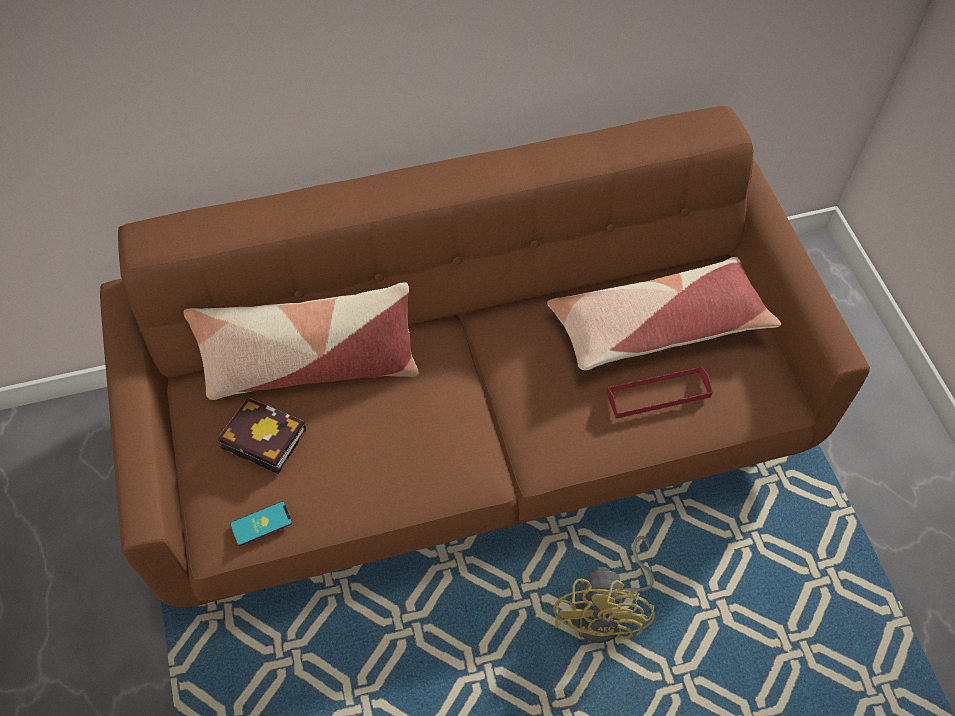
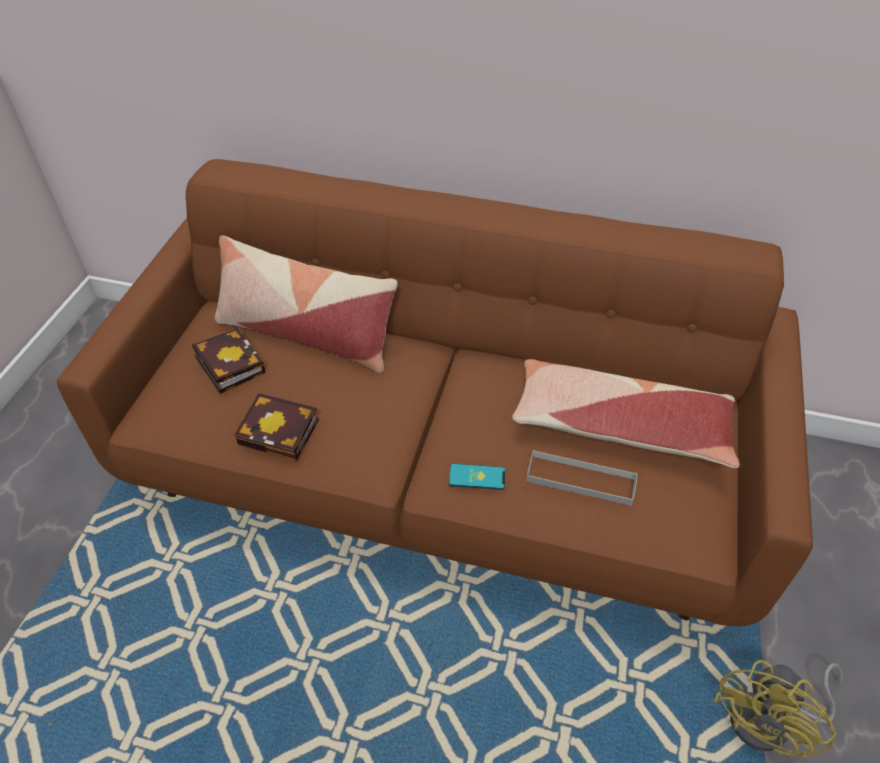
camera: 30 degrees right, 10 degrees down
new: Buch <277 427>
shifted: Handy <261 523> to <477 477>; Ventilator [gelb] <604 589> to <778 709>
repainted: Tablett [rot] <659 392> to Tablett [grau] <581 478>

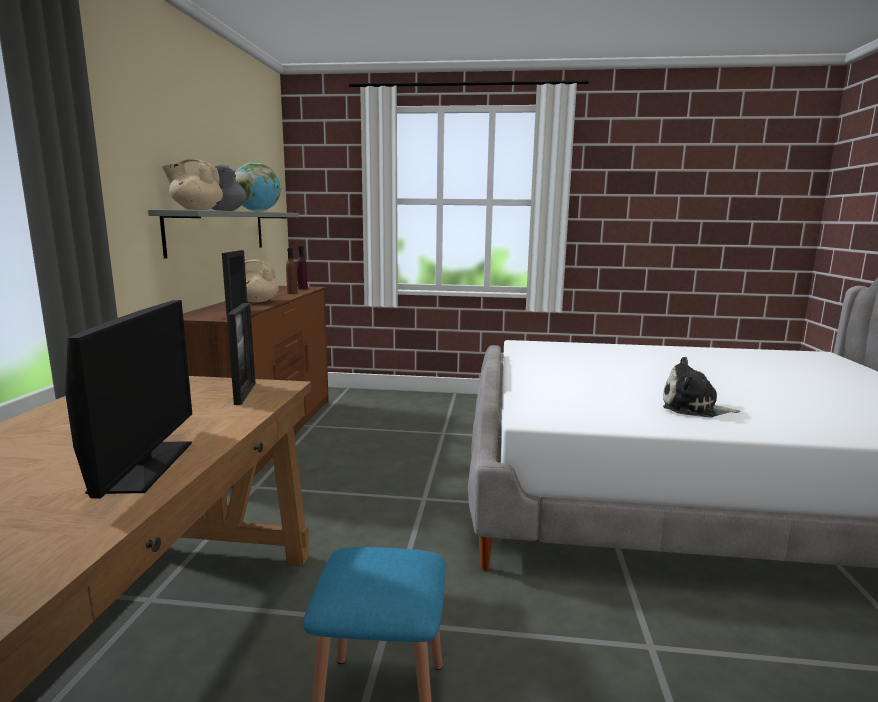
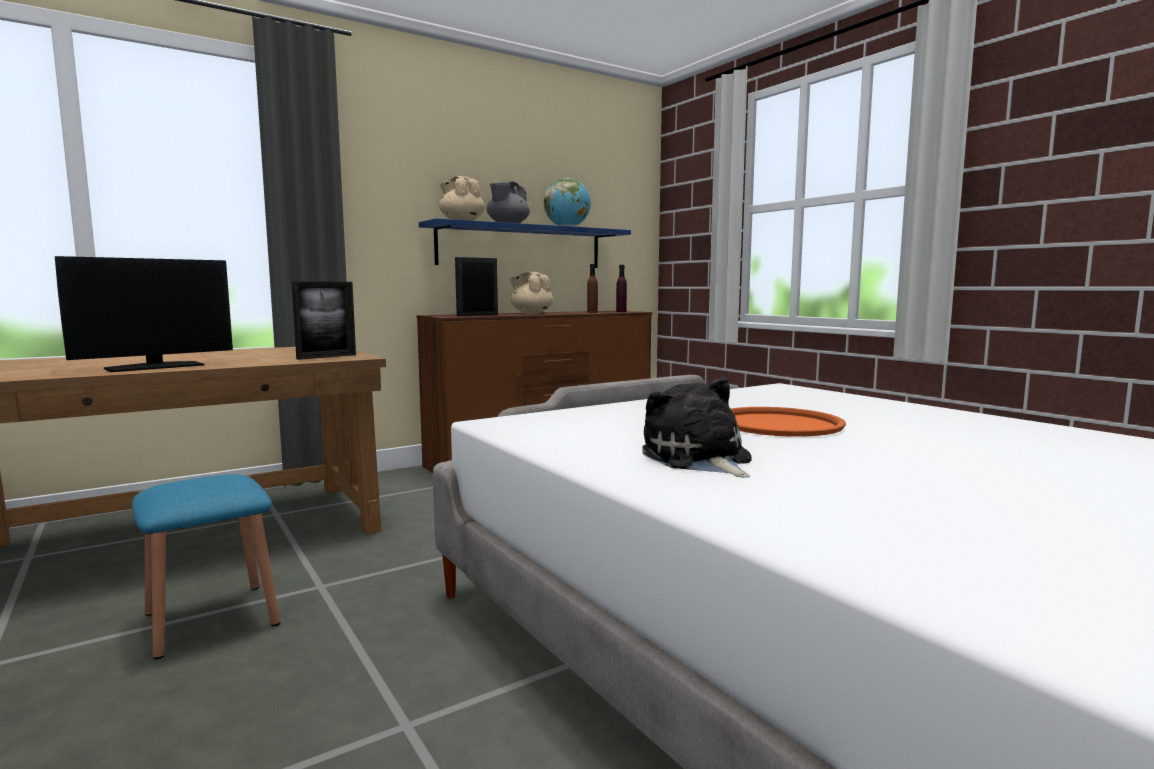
camera: 50 degrees right, 5 degrees down
new: Tablett [orange] <788 422>
repainted: Wandregal [grau] <223 234> to Wandregal [blau] <525 243>

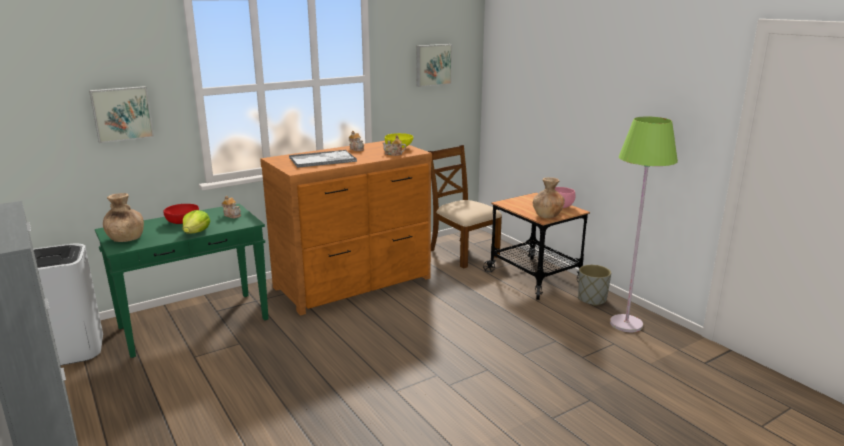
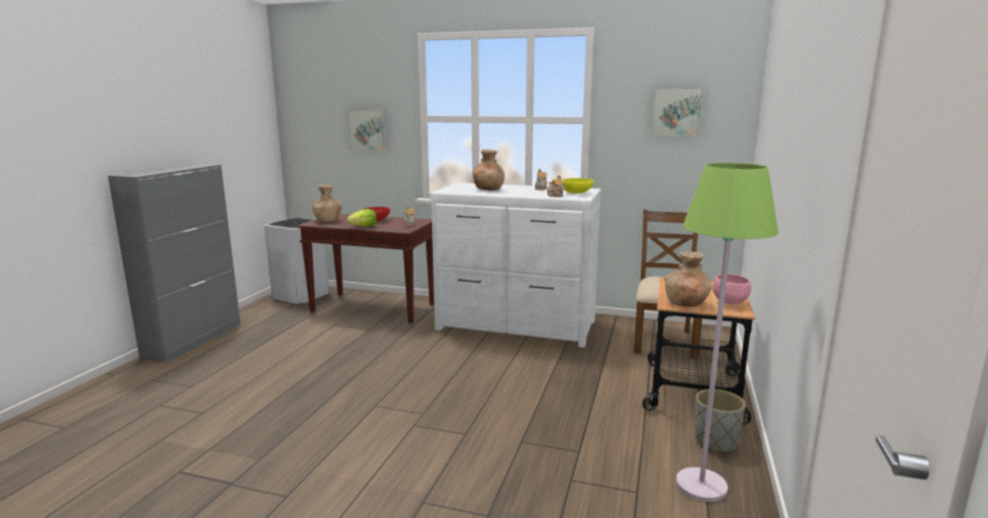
camera: 50 degrees right, 5 degrees down
swapped: Tablett <323 159> to Vase [braun] <489 170>
repainted: Konsolentisch [grün] <181 280> to Konsolentisch [braun] <365 269>; Kommode [braun] <346 228> to Kommode [weiß] <516 265>

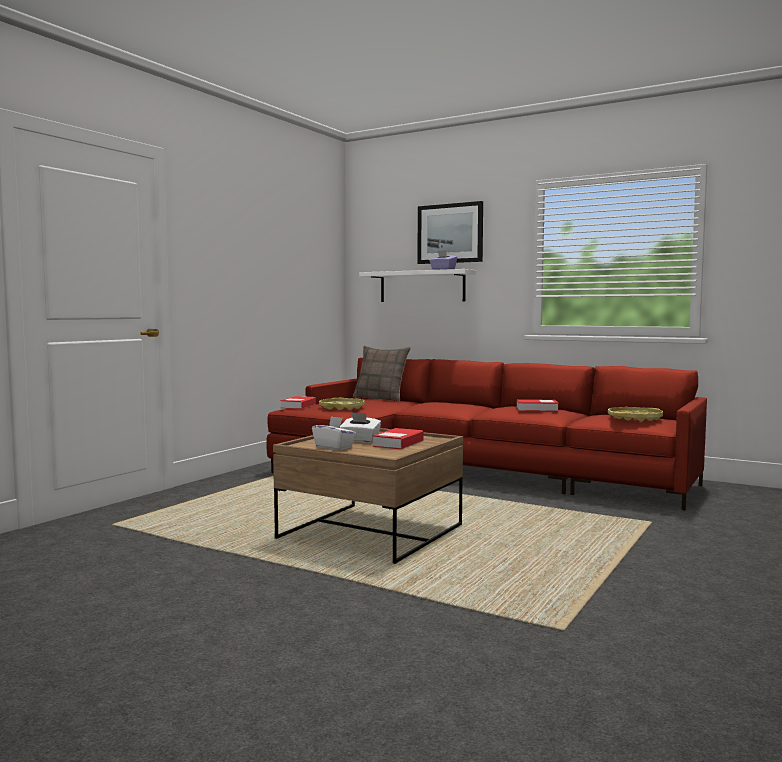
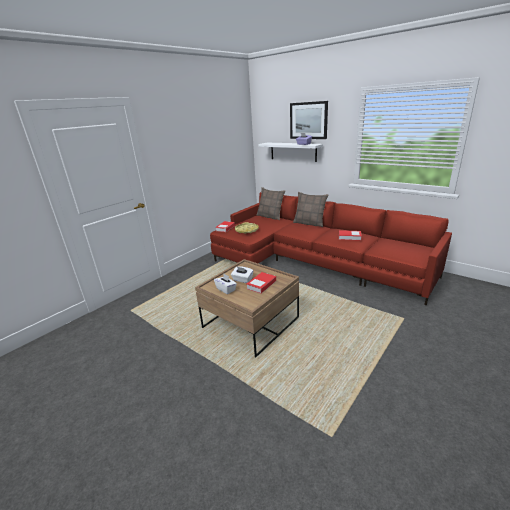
camera: 10 degrees right, 20 degrees up
gone: Tablett [gelb] <635 414>
new: Kissen <310 209>

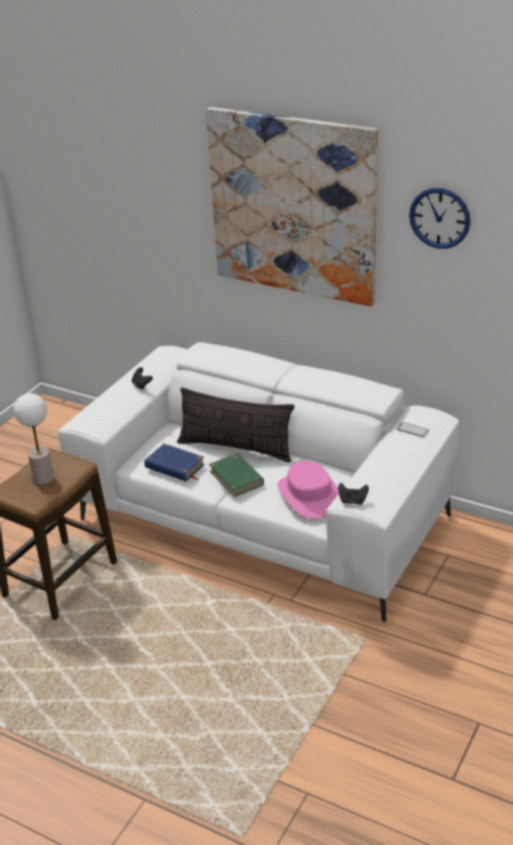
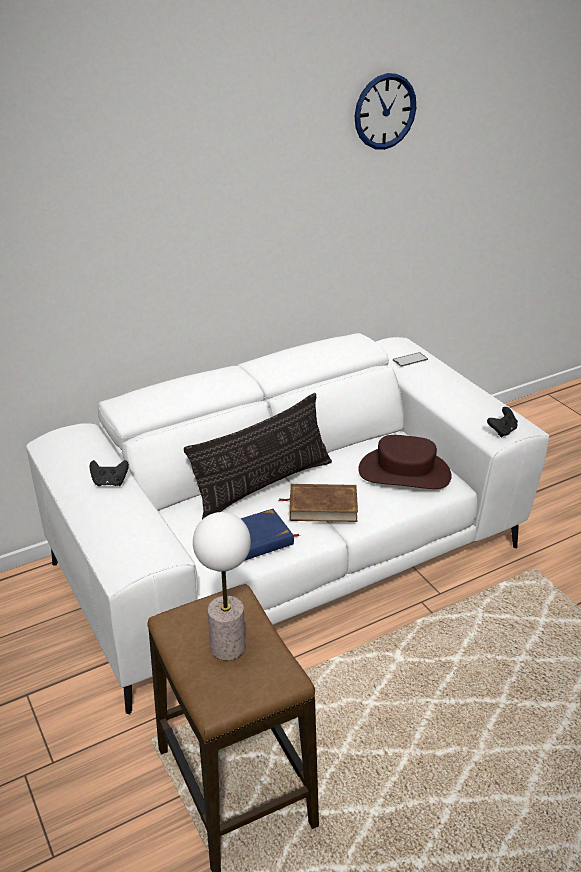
camera: 60 degrees left, 0 degrees up
gone: Bild <292 206>
repainted: Buch [grün] <236 475> to Buch [braun] <318 503>; Hut [rosa] <308 490> to Hut [braun] <405 462>

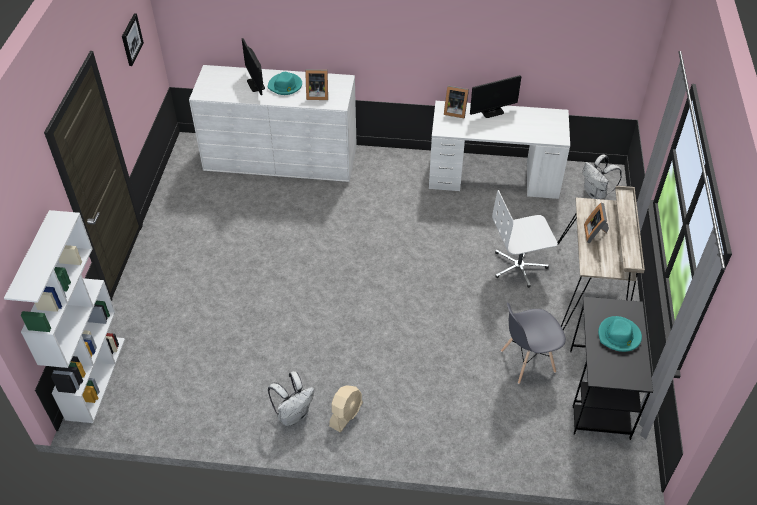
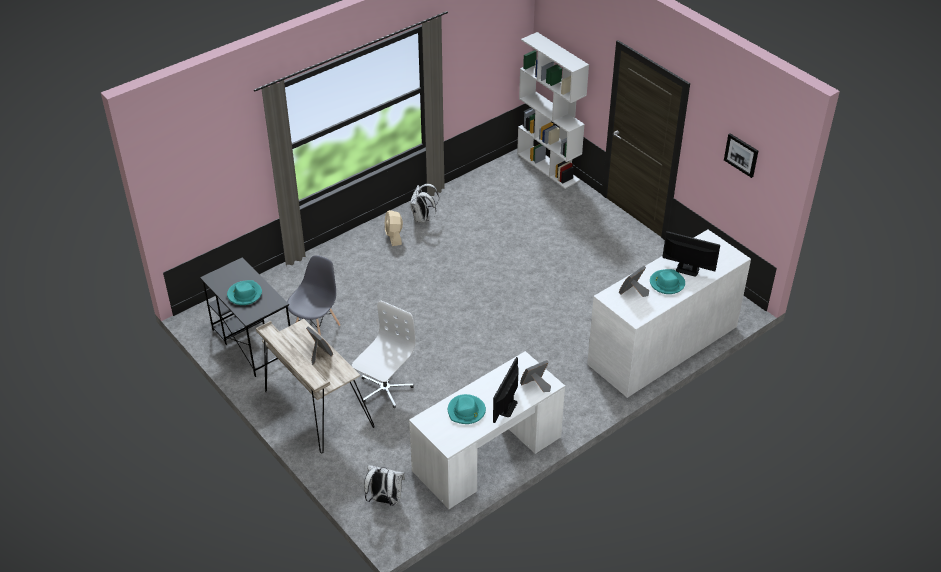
camera: 135 degrees right, 5 degrees down
new: Hut [türkis] <467 409>

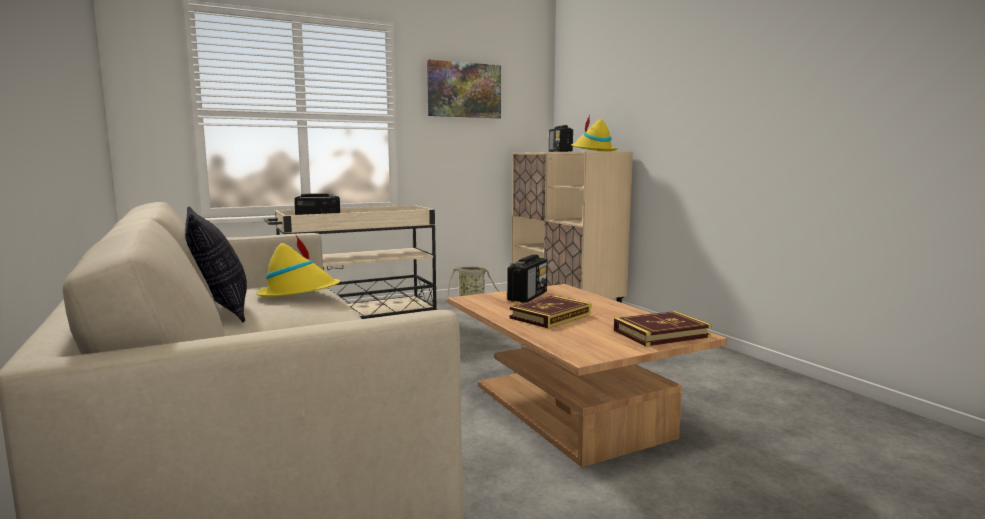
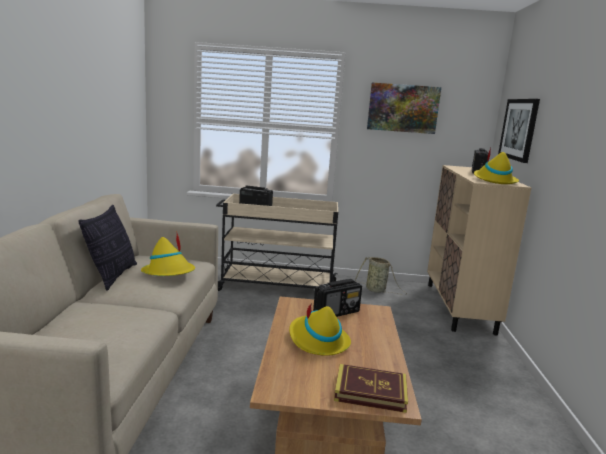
camera: 30 degrees right, 5 degrees up
new: Bild <519 131>
swapped: Buch <550 311> to Hut [gelb] <320 330>

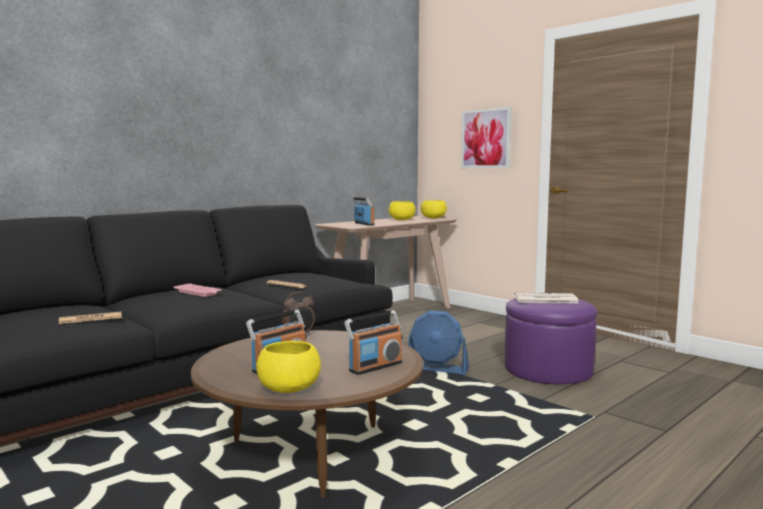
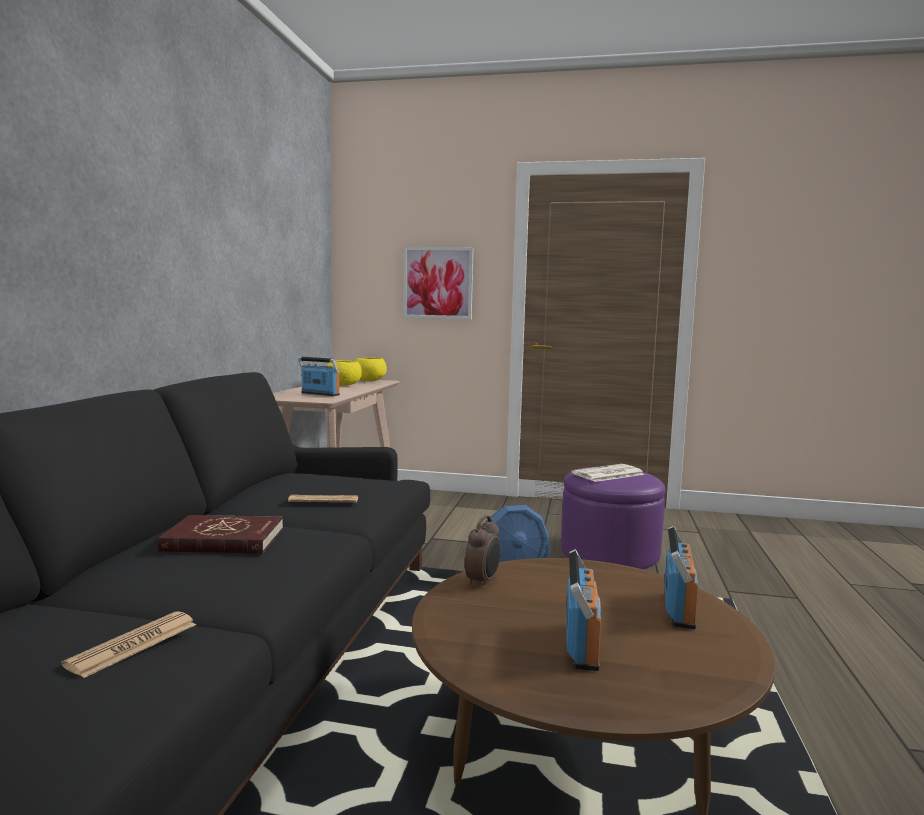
camera: 35 degrees left, 0 degrees up
gone: Schüssel [gelb] <288 367>
swapped: Tablett [rosa] <198 290> to Buch [rot] <220 534>

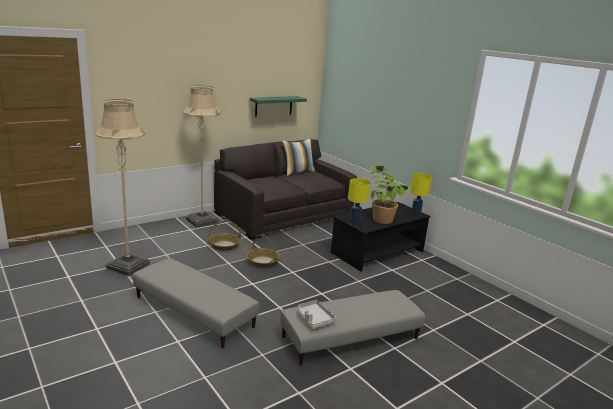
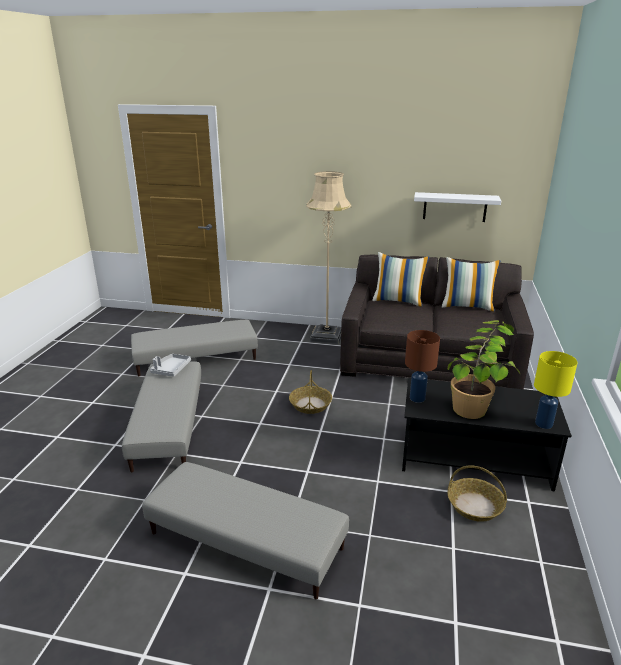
camera: 50 degrees right, 5 degrees up
new: Kissen <400 279>
shifted: Korb <225 235> to <477 493>; Tablett [grau] <317 314> to <170 365>
swapped: Stehlampe [beige] <122 187> to Polsterhocker [grau] <194 348>
repainted: Wandregal [grün] <278 106> to Wandregal [weiß] <457 207>; Tischlampe [gelb] <359 201> to Tischlampe [braun] <422 366>

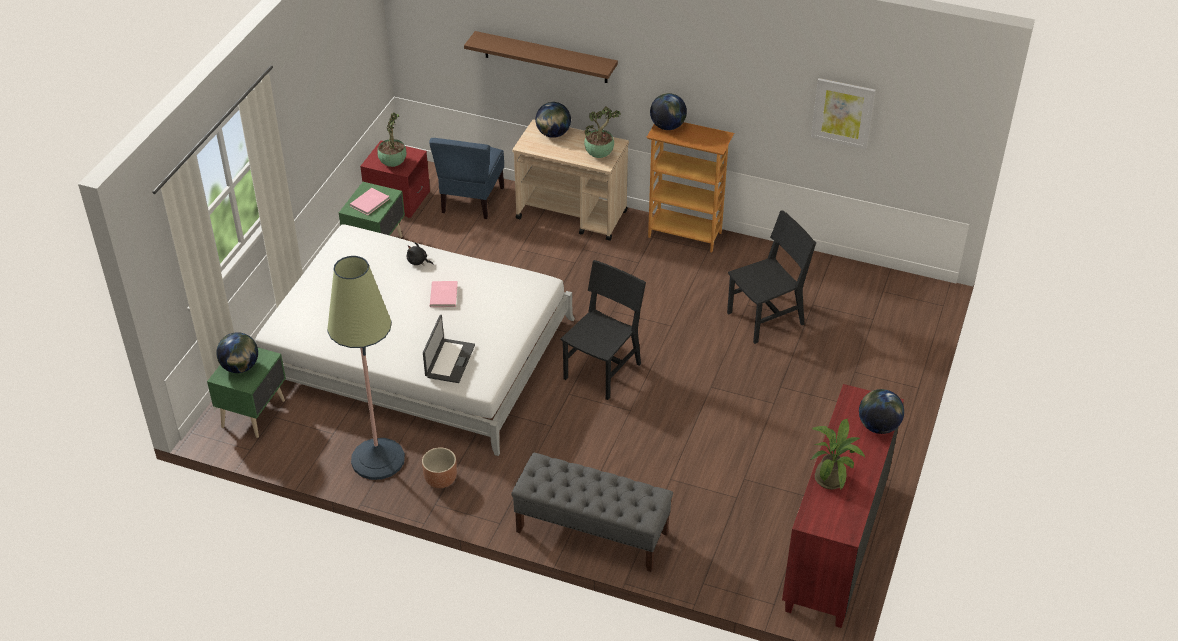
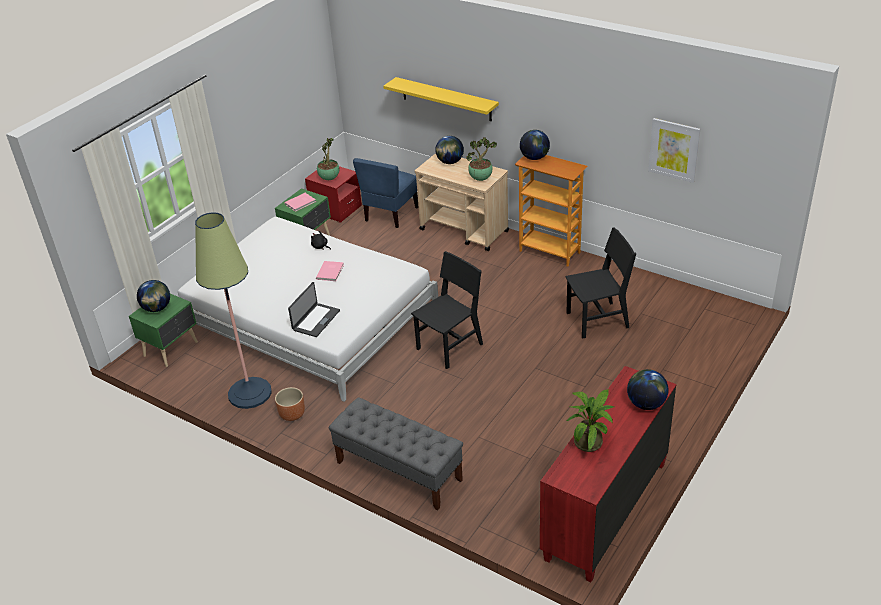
camera: 15 degrees right, 5 degrees down
repainted: Wandregal [braun] <541 57> to Wandregal [gelb] <441 99>

